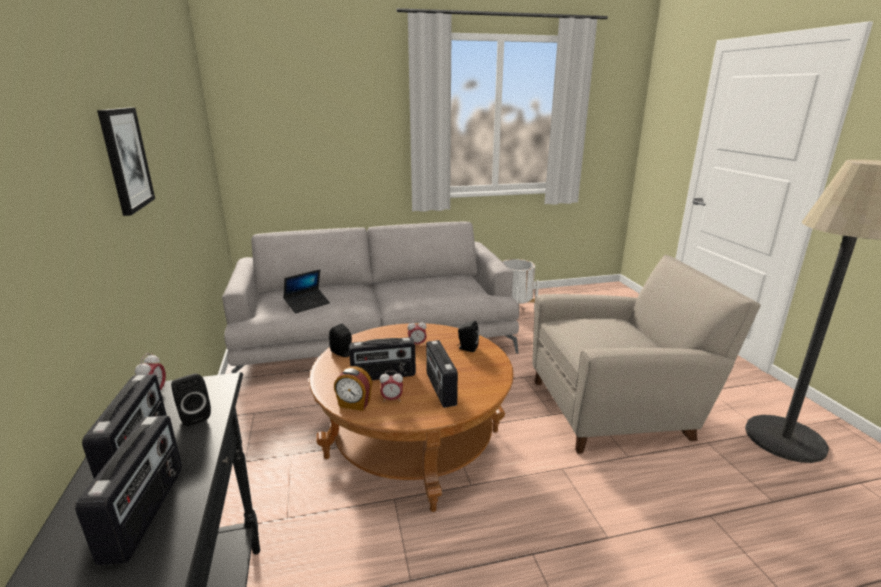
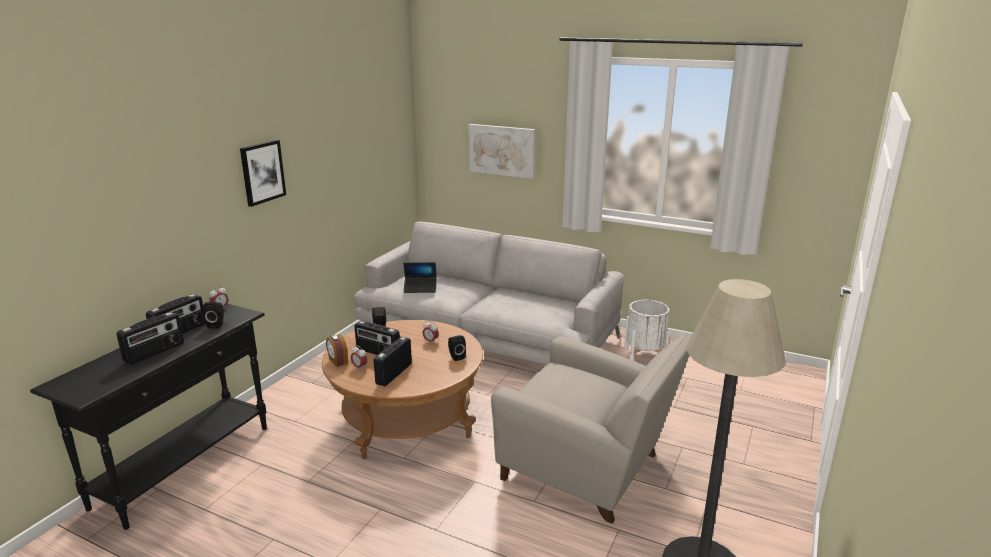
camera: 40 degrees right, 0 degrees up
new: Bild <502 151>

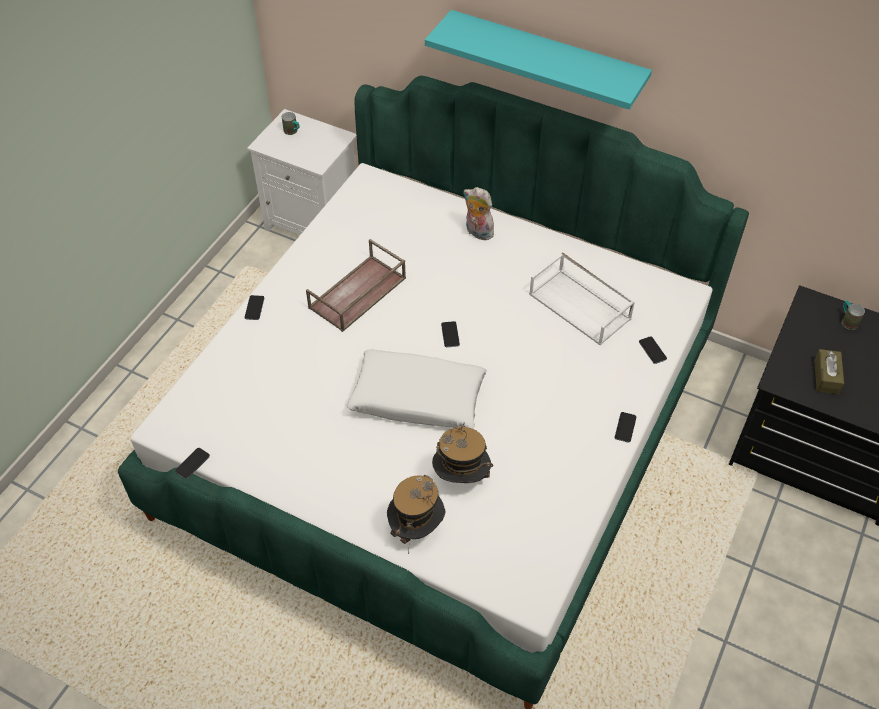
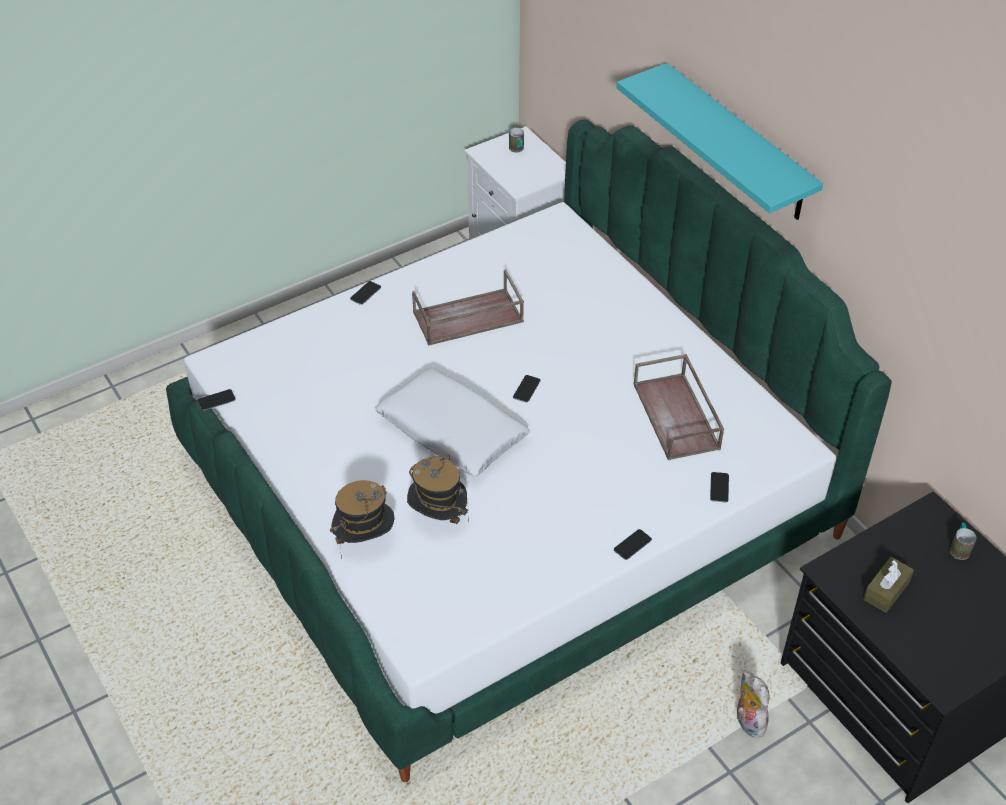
camera: 30 degrees right, 5 degrees down
shifted: Plüschtier <478 213> to <753 703>
repainted: Tablett [weiß] <582 298> to Tablett [braun] <679 407>

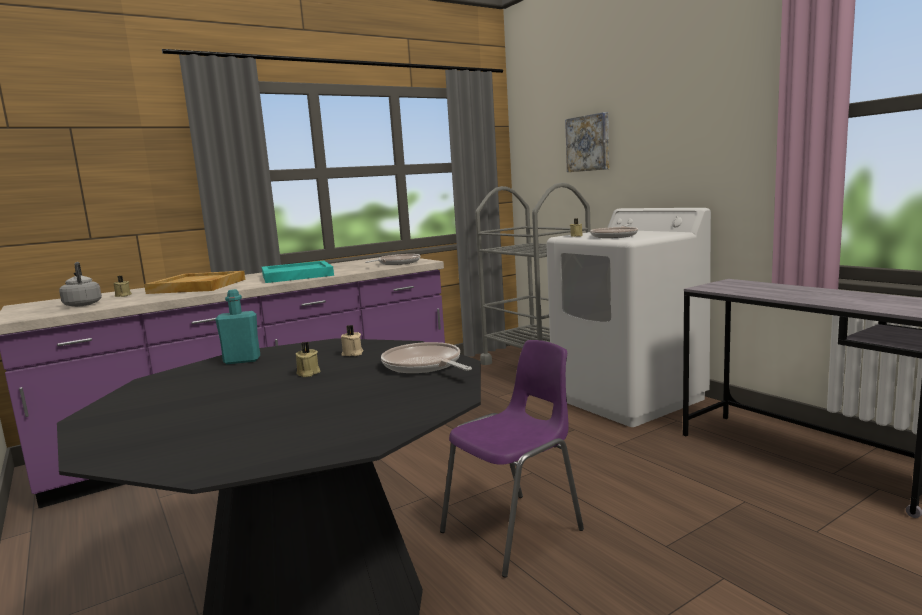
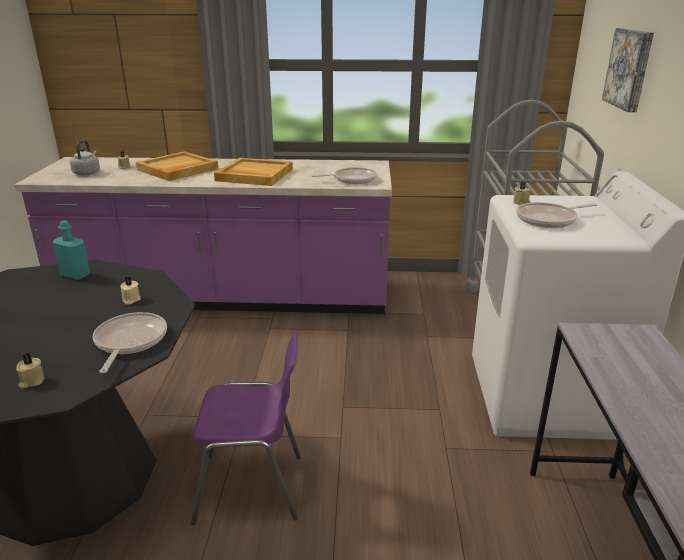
camera: 35 degrees right, 15 degrees up
shifted: Kerze [beige] <308 359> to <30 371>
repainted: Tablett [türkis] <298 272> to Tablett [beige] <253 172>

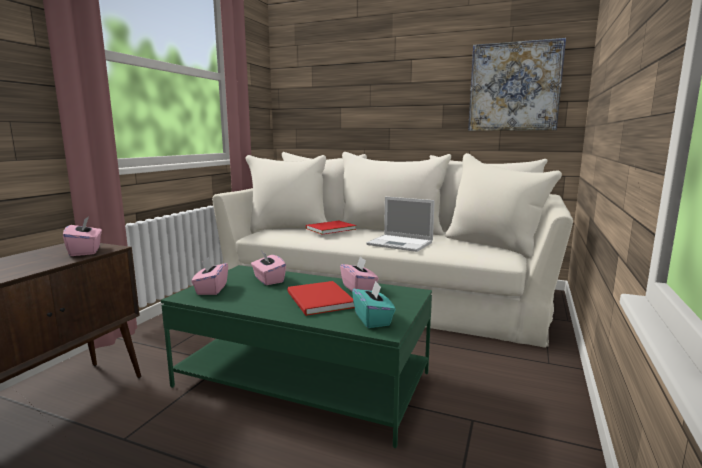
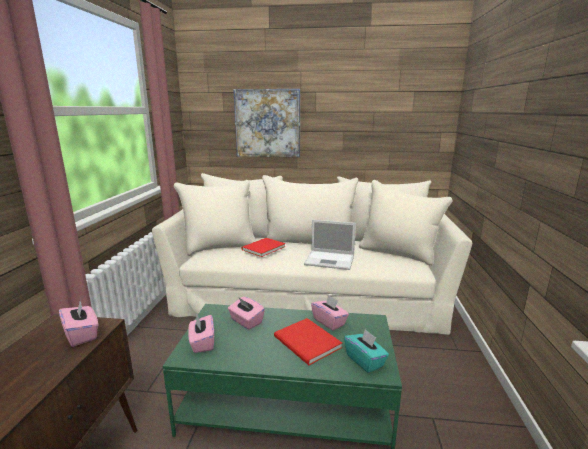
camera: 15 degrees left, 5 degrees up
shifted: Bild <517 84> to <266 123>

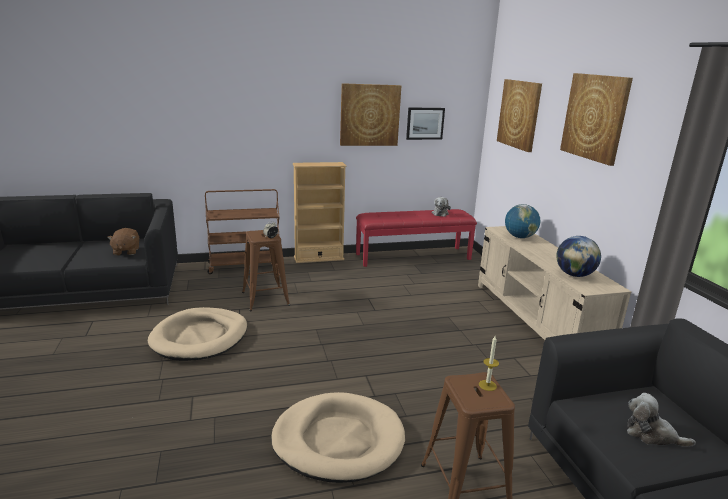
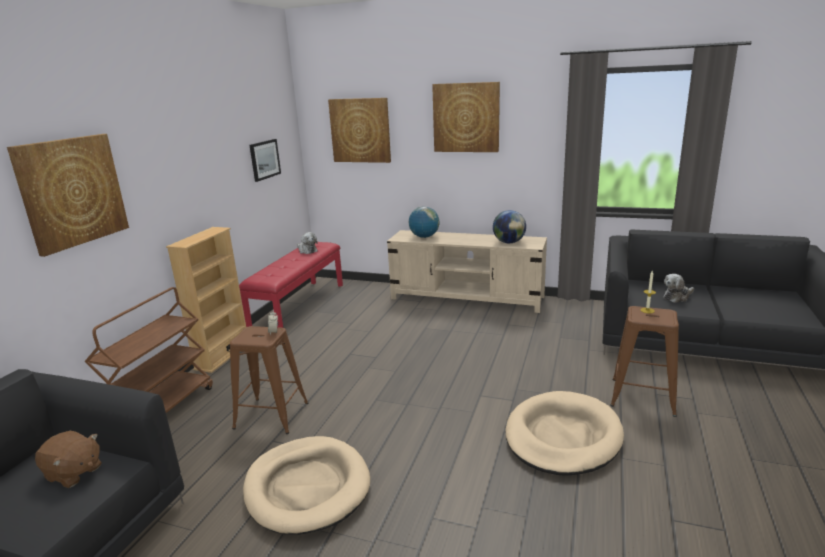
camera: 55 degrees left, 0 degrees up
shifted: Bild <370 114> to <68 195>

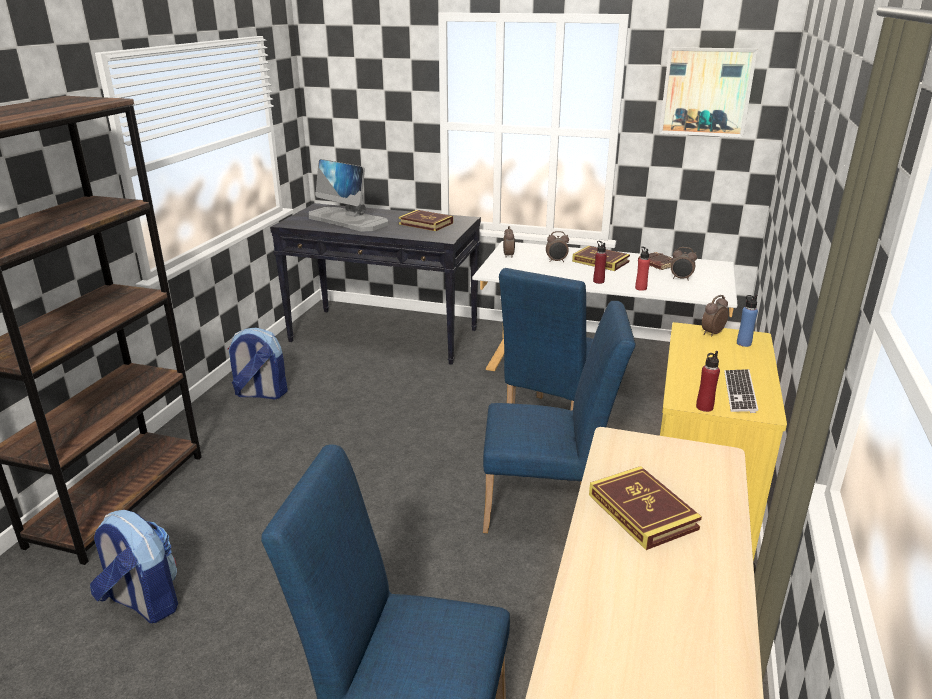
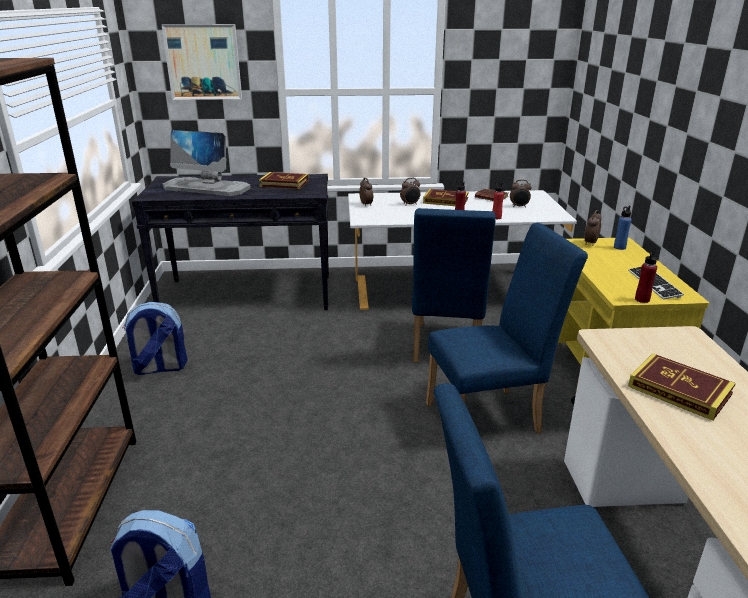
camera: 20 degrees left, 0 degrees up
shifted: Bild <708 92> to <201 62>

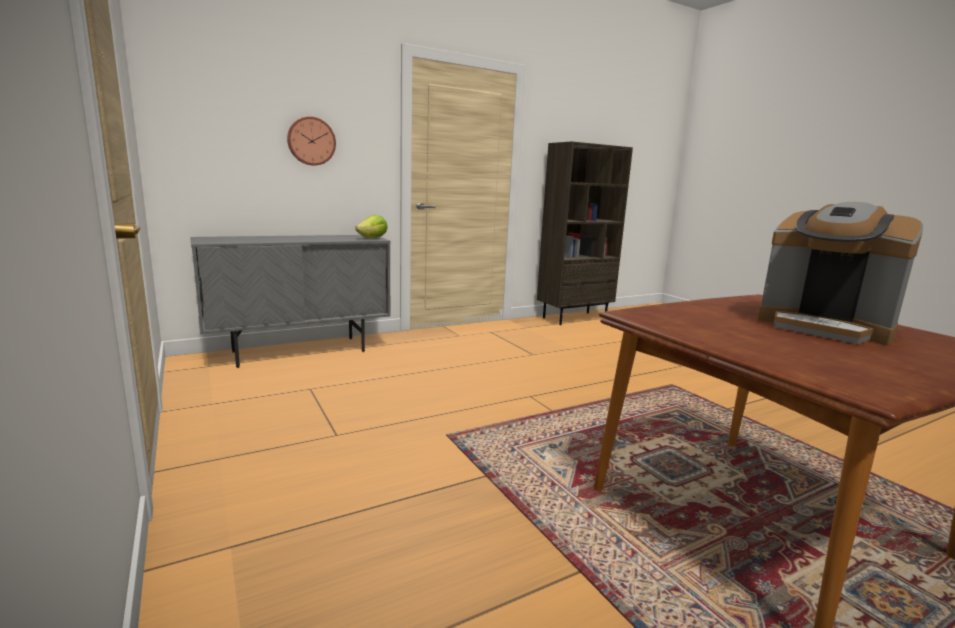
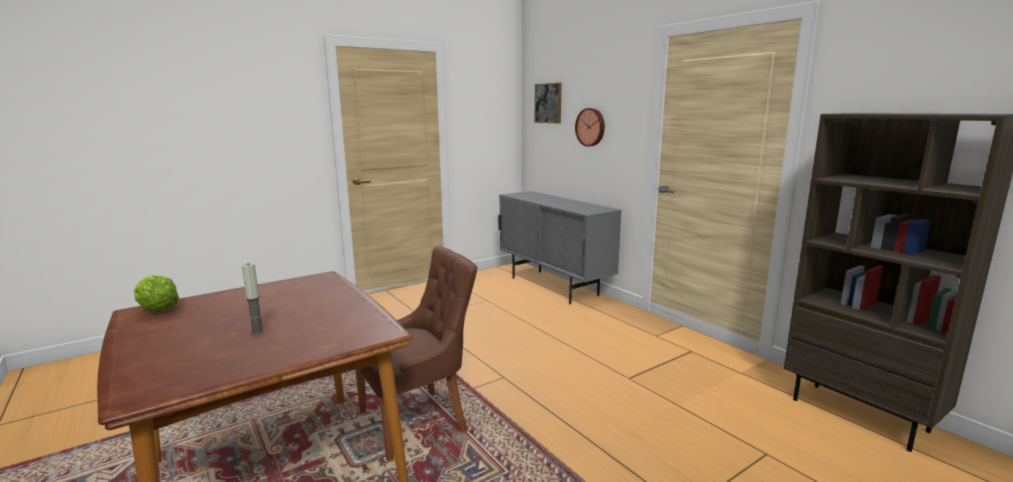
camera: 85 degrees right, 0 degrees up
new: Stuhl [braun] <416 354>; Bild <548 103>
shifted: Salatkopf <371 226> to <156 293>
swapped: Kaffeemaschine <840 273> to Kerze <253 299>

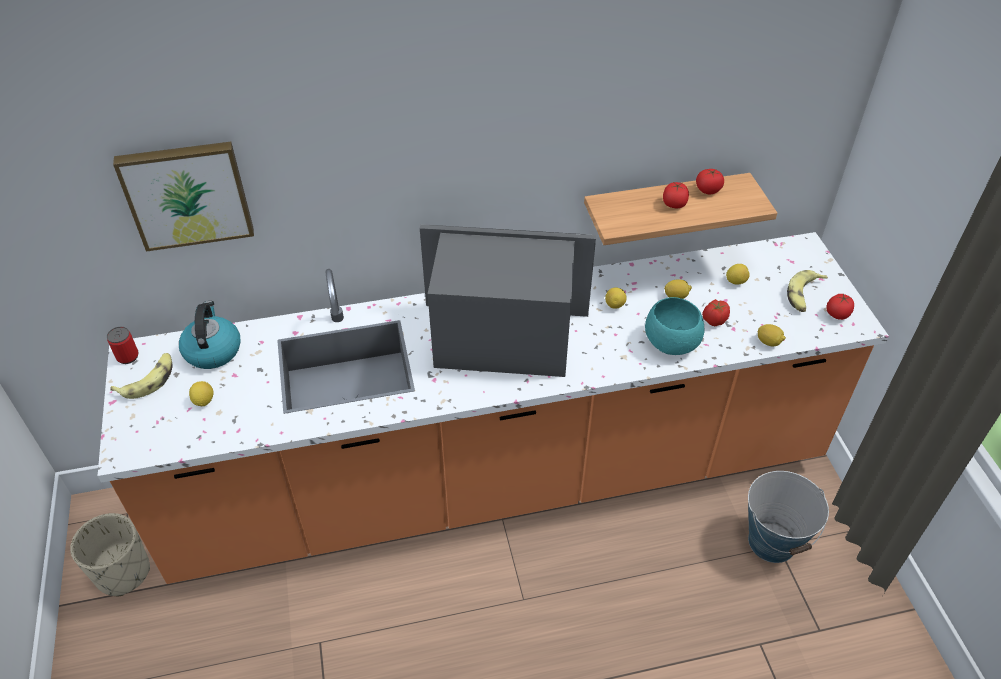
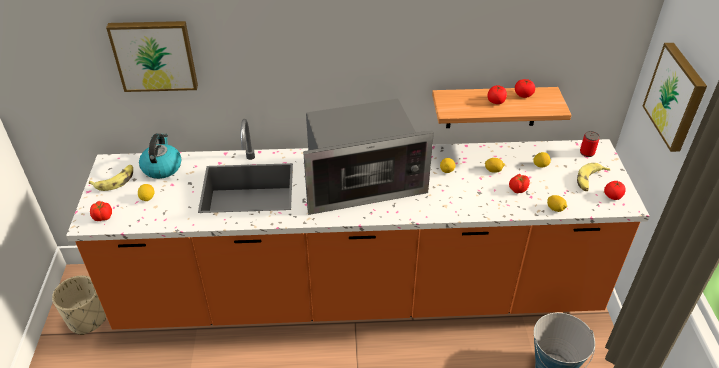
camera: 10 degrees right, 5 degrees down
gone: Schüssel [türkis] <674 326>
new: Tomate <101 211>; Bild <675 97>
shifted: Dose <123 345> to <590 144>
rotated: Mikrowelle <508 300> = <368 157> 150 degrees clockwise

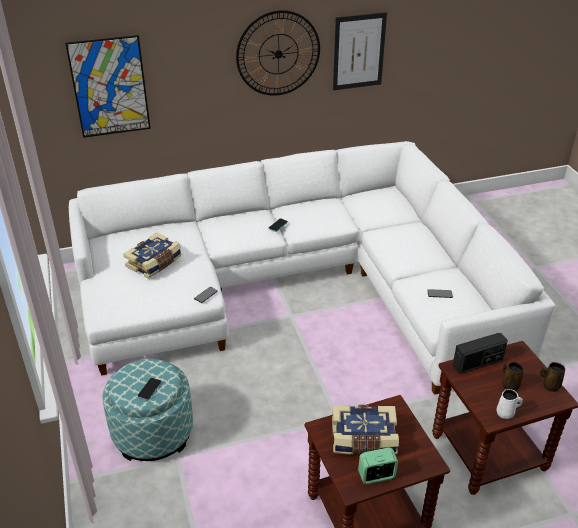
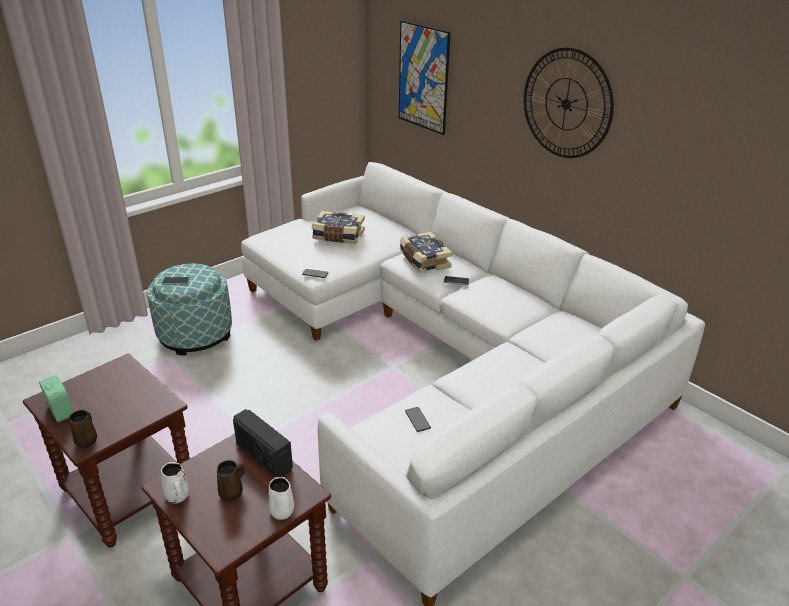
camera: 65 degrees right, 5 degrees down
gone: Bild <360 51>
new: Henkelbecher [weiß] <281 498>
shifted: Buch <365 430> to <426 253>; Henkelbecher [braun] <552 377> to <83 429>

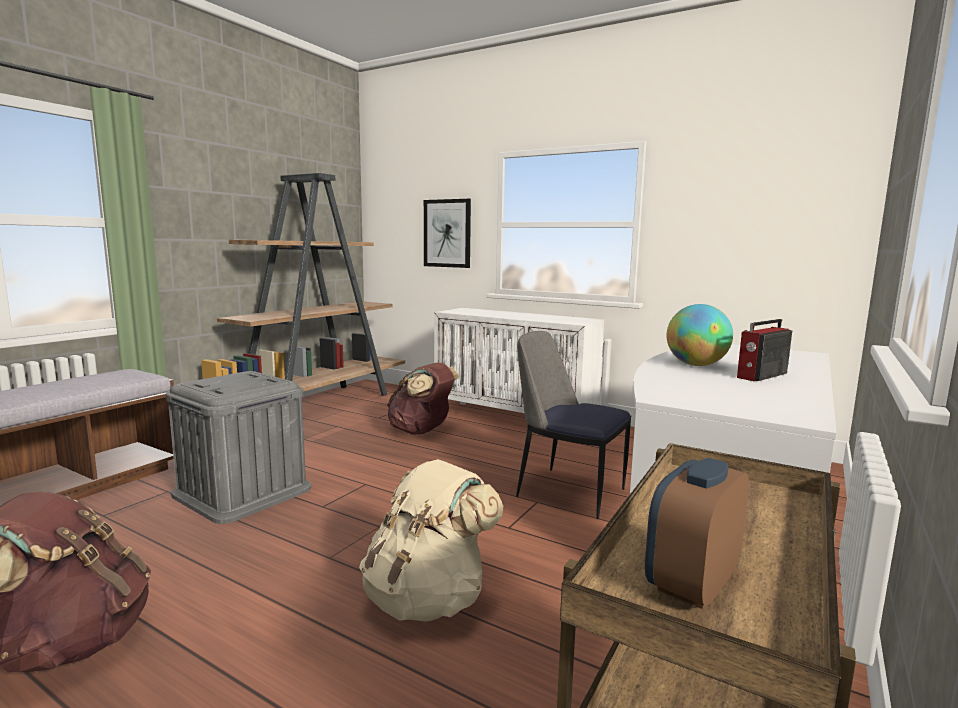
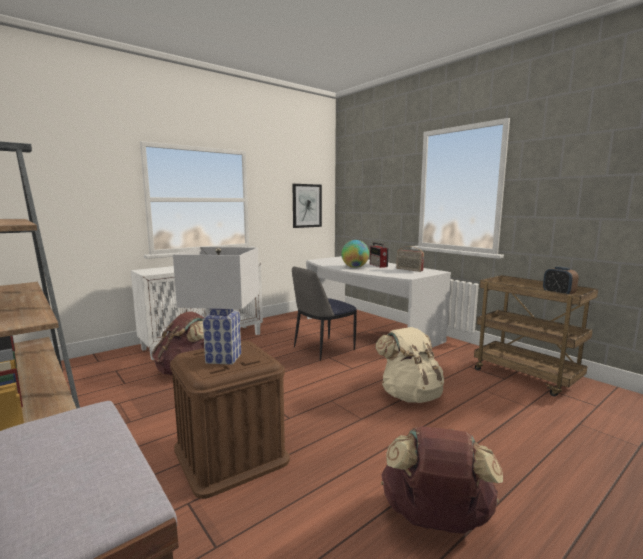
camera: 70 degrees left, 0 degrees up
new: Tischlampe [weiß] <216 306>; Radio <410 259>
shifted: Bild <447 233> to <307 206>
repainted: Aufbewahrungsbox [grau] <238 447> to Aufbewahrungsbox [braun] <230 419>

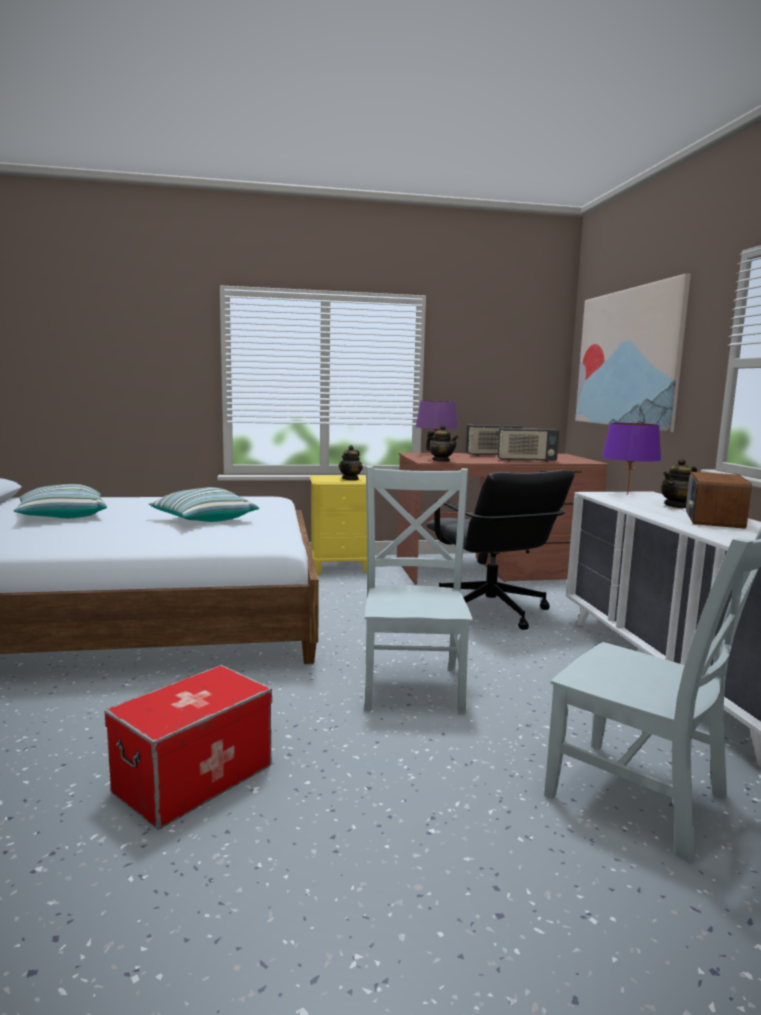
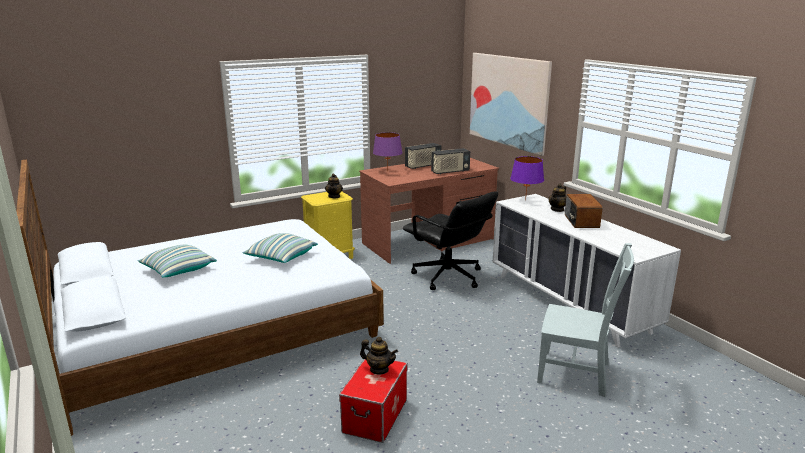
camera: 20 degrees left, 10 degrees up
gone: Stuhl [grau] <418 590>
shifted: Teekanne <442 443> to <379 356>

